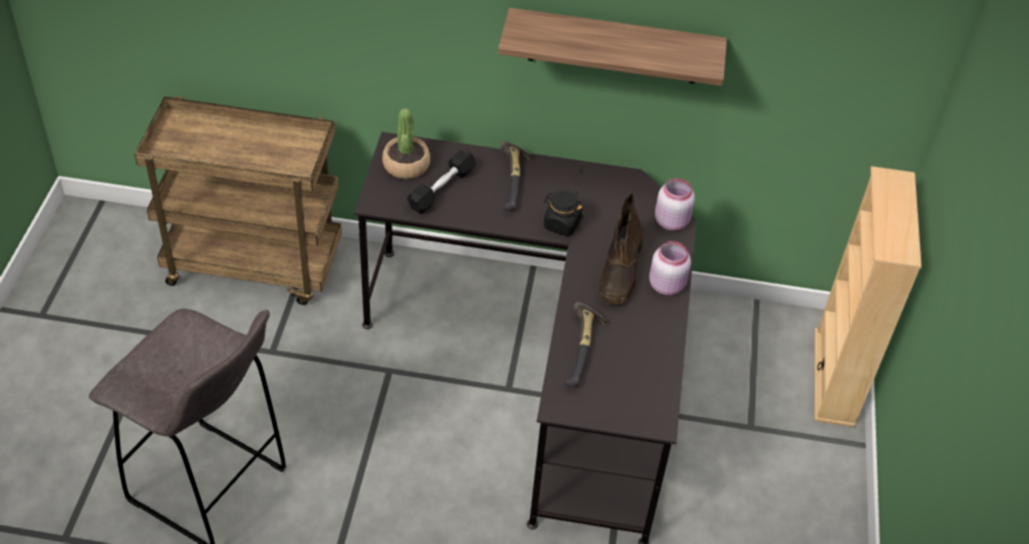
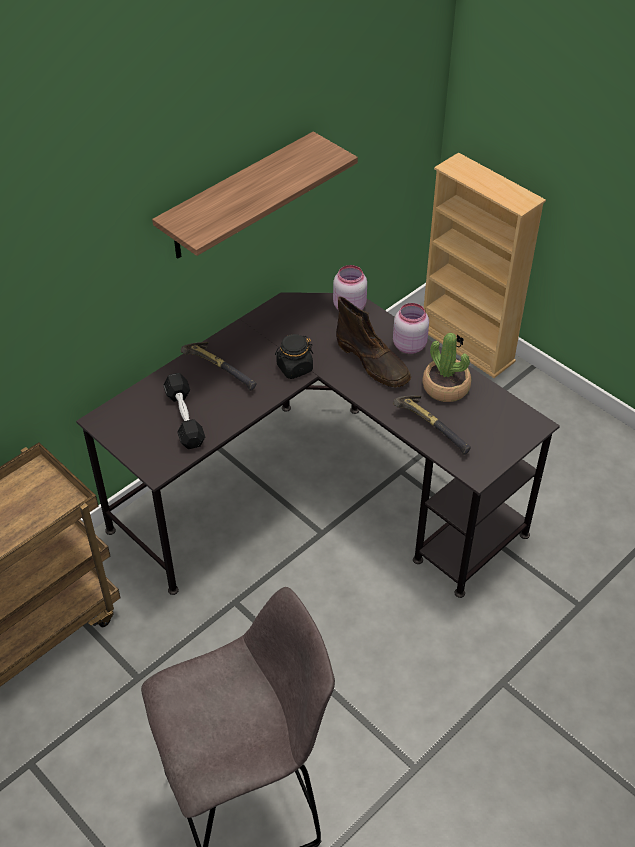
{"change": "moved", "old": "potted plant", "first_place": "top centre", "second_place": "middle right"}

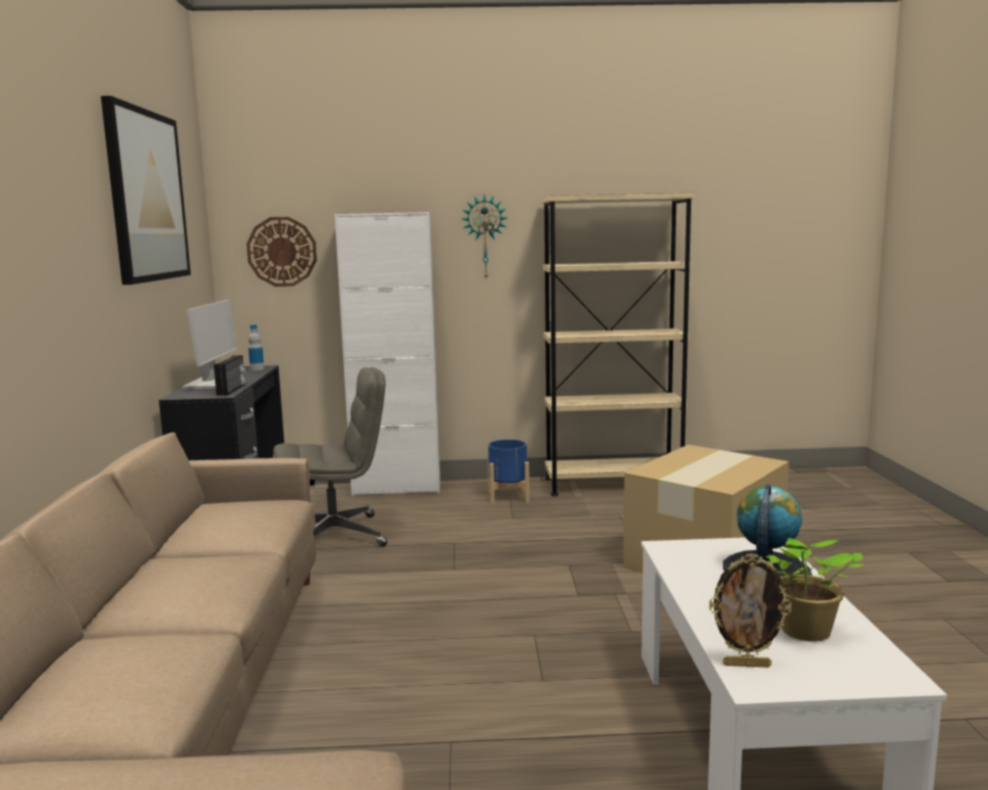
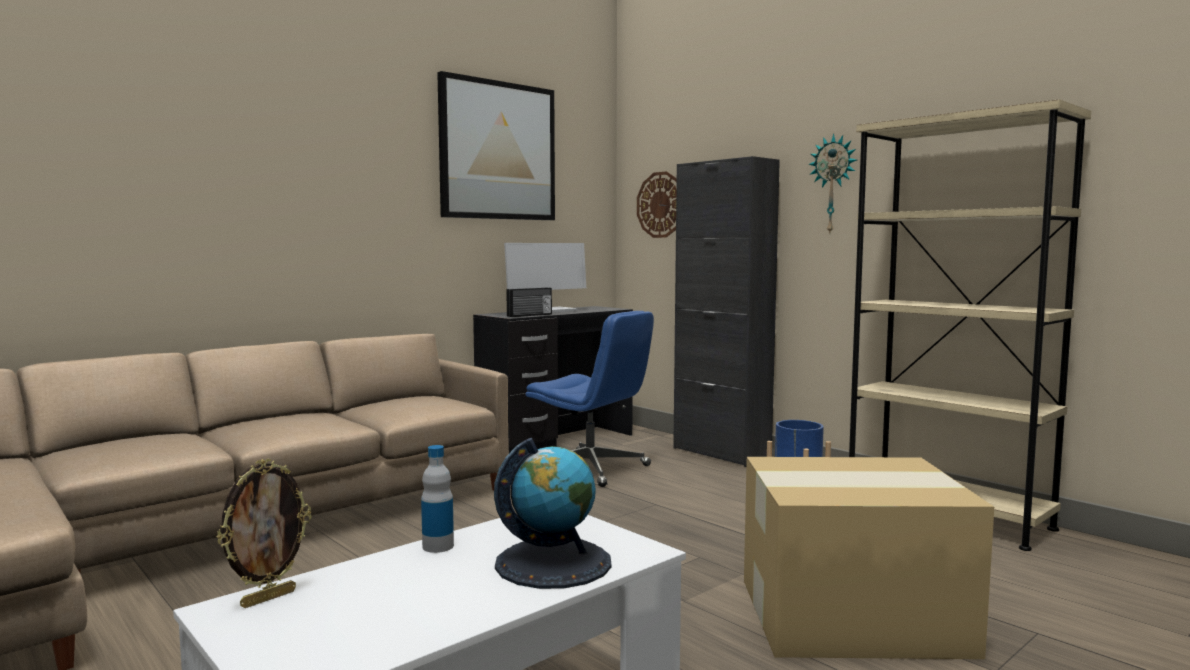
{"change": "recoloured", "old": "white cabinet", "new": "black cabinet", "first_place": "centre", "second_place": "centre"}
{"change": "moved", "old": "bottle", "first_place": "middle left", "second_place": "bottom centre"}
{"change": "recoloured", "old": "grey office chair", "new": "blue office chair", "first_place": "centre", "second_place": "centre"}
{"change": "removed", "old": "potted plant", "first_place": "bottom right"}
{"change": "turned", "old": "picture frame", "first_place": "bottom right", "second_place": "bottom left", "degrees": -105}

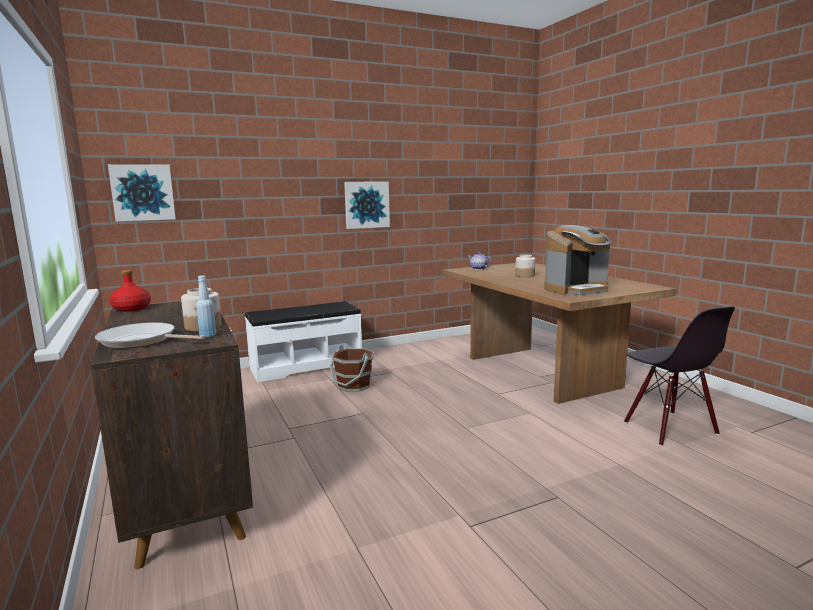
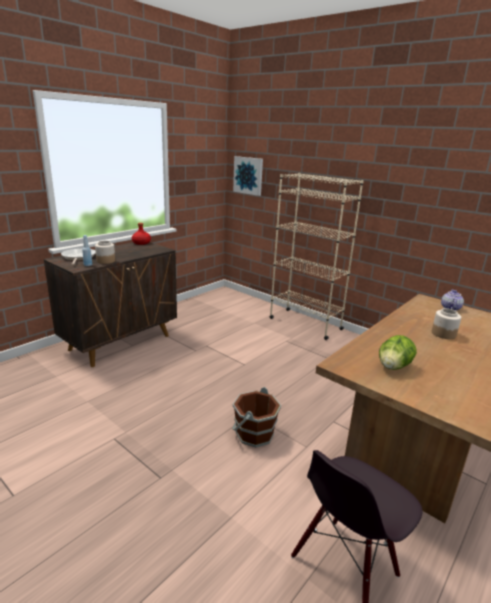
{"change": "removed", "old": "picture (2nd from left)", "first_place": "centre"}
{"change": "replaced", "old": "coffee machine", "new": "lettuce", "first_place": "middle right", "second_place": "middle right"}
{"change": "replaced", "old": "white bench", "new": "beige bookcase", "first_place": "centre", "second_place": "centre"}
{"change": "moved", "old": "brown bucket", "first_place": "centre", "second_place": "bottom centre"}

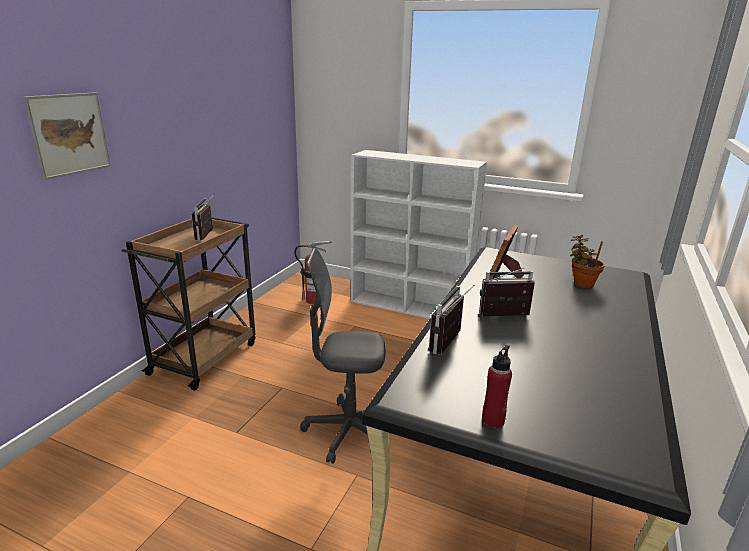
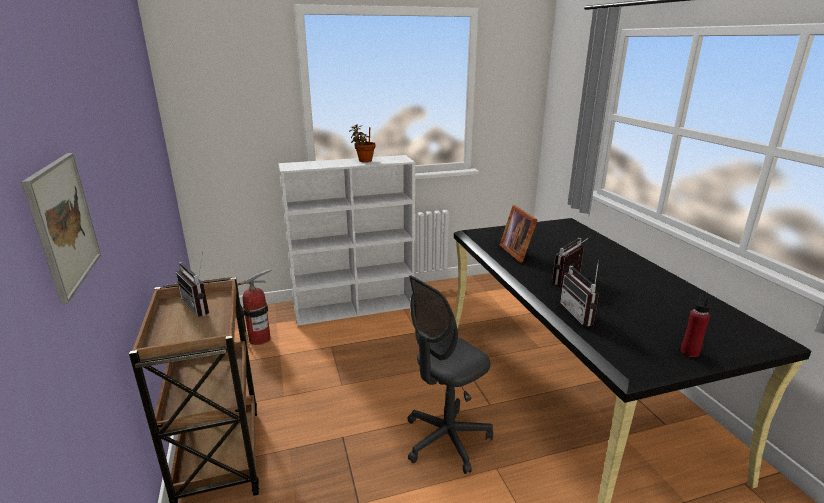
{"change": "moved", "old": "potted plant", "first_place": "middle right", "second_place": "top centre"}

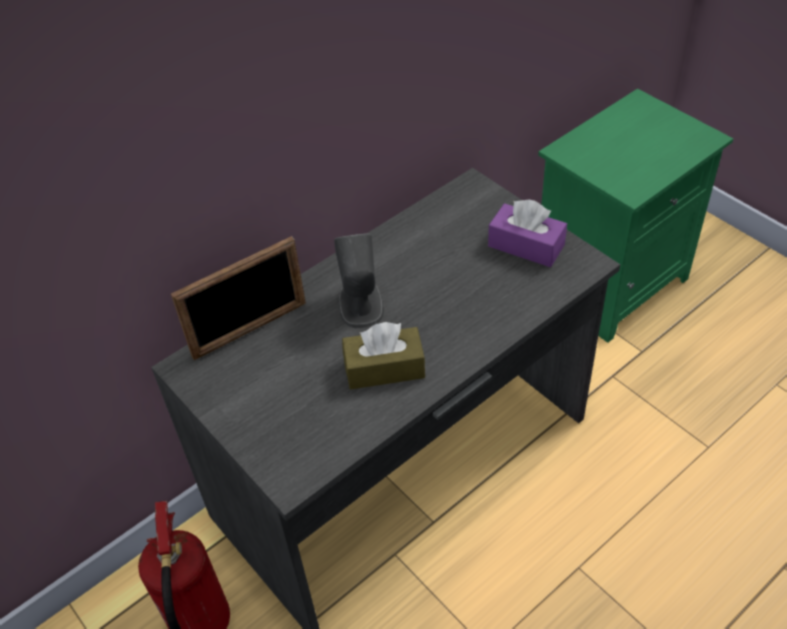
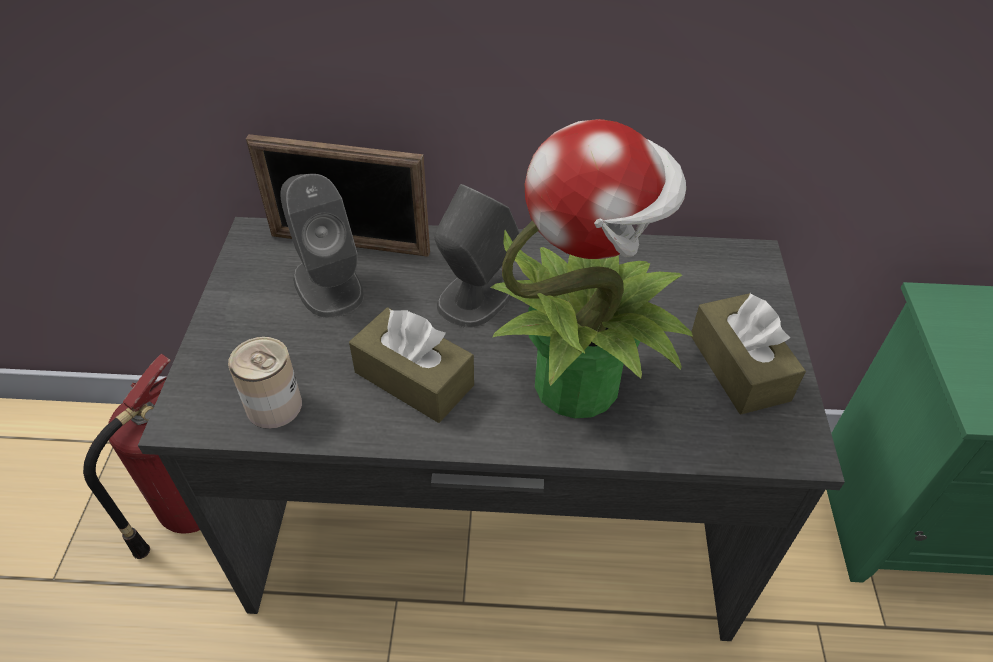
{"change": "recoloured", "old": "purple tissue box", "new": "brown tissue box (2nd from left)", "first_place": "middle right", "second_place": "middle right"}
{"change": "added", "new": "potted plant", "second_place": "centre"}
{"change": "added", "new": "grey speaker (1st from left)", "second_place": "middle left"}
{"change": "added", "new": "can", "second_place": "middle left"}

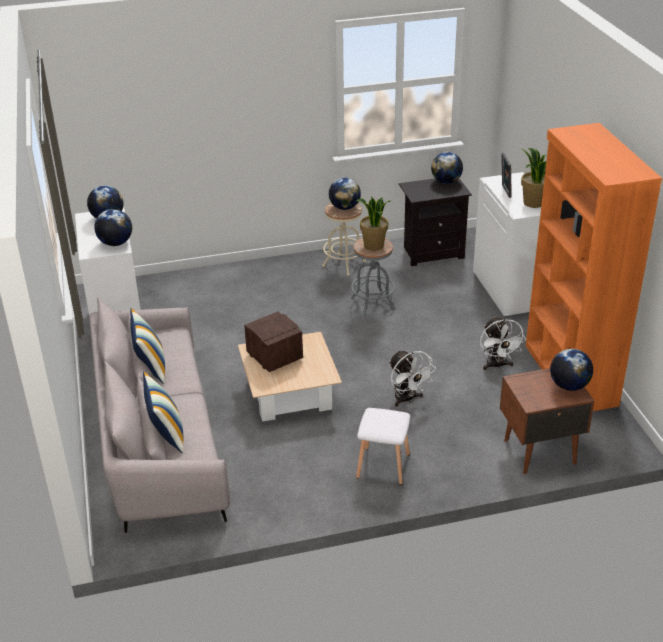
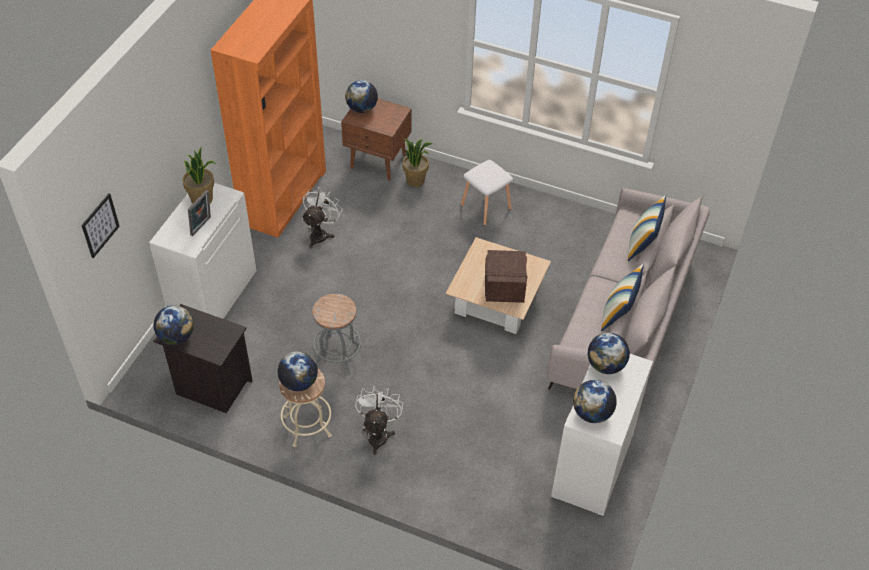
{"change": "moved", "old": "potted plant (1st from left in the first image)", "new": "potted plant (2nd from left)", "first_place": "centre", "second_place": "top centre"}
{"change": "moved", "old": "white fan (1st from left in the first image)", "new": "white fan (2nd from left)", "first_place": "centre", "second_place": "bottom centre"}
{"change": "added", "new": "picture", "second_place": "middle left"}

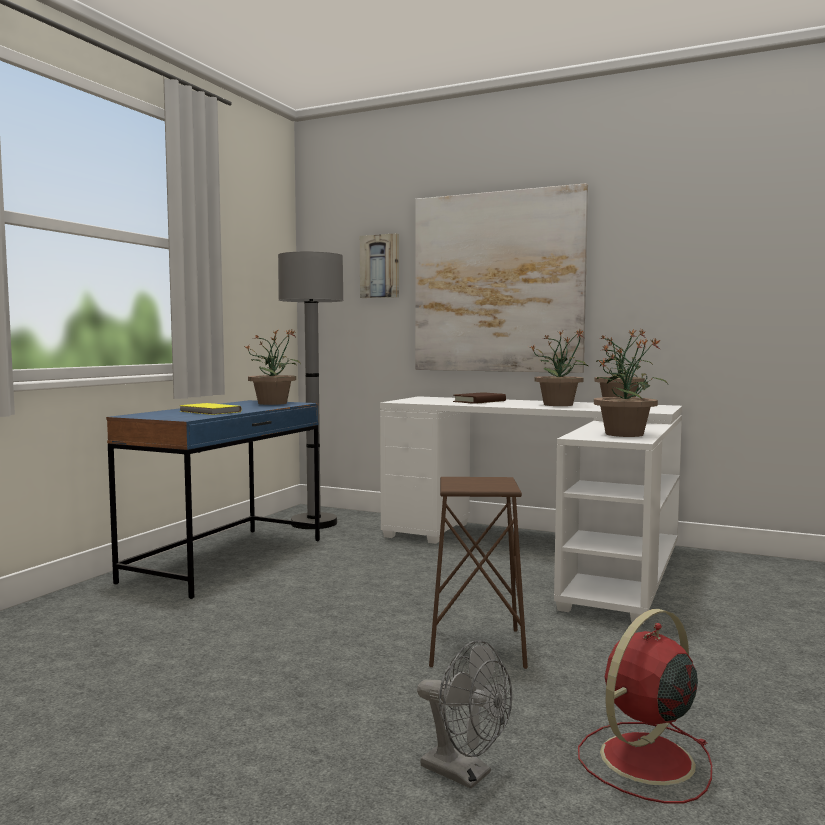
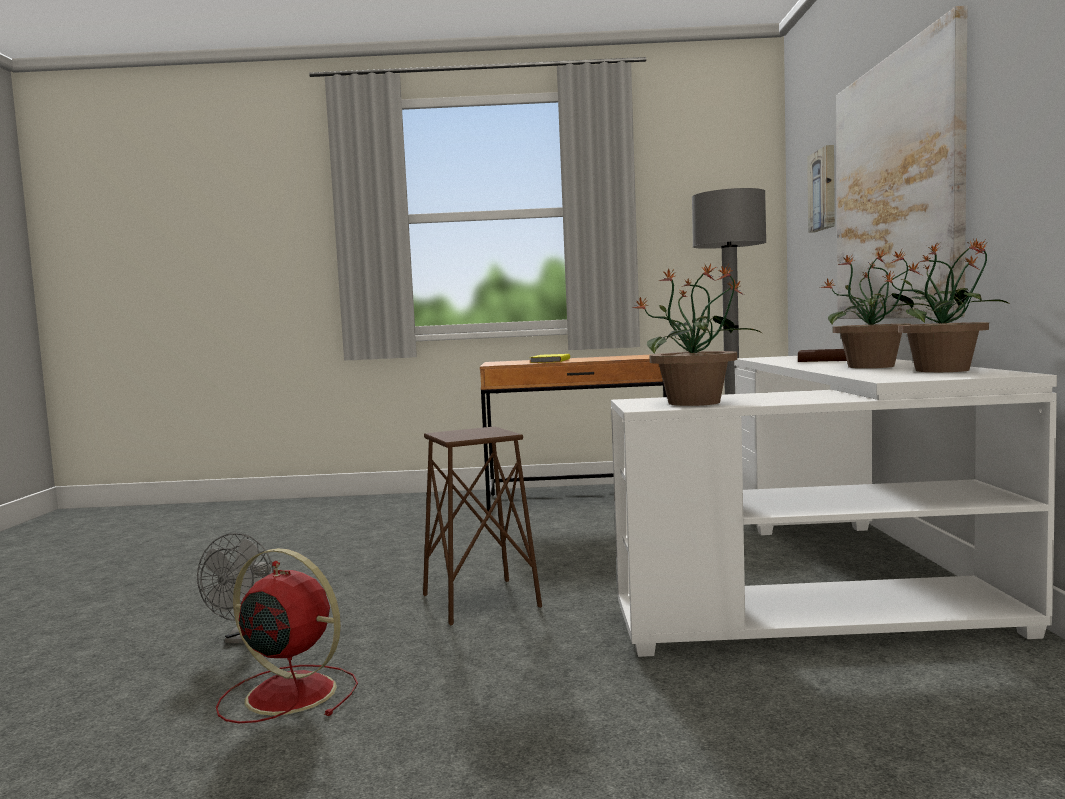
{"change": "removed", "old": "potted plant (1st from left)", "first_place": "middle left"}
{"change": "recoloured", "old": "blue desk", "new": "brown desk", "first_place": "middle left", "second_place": "centre"}

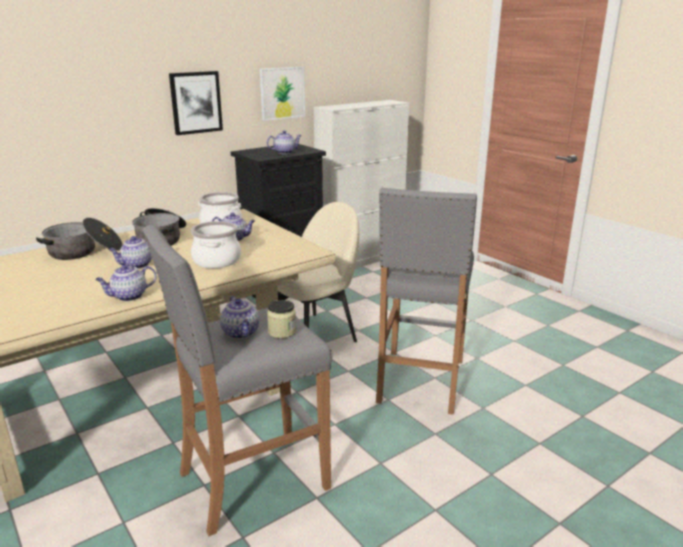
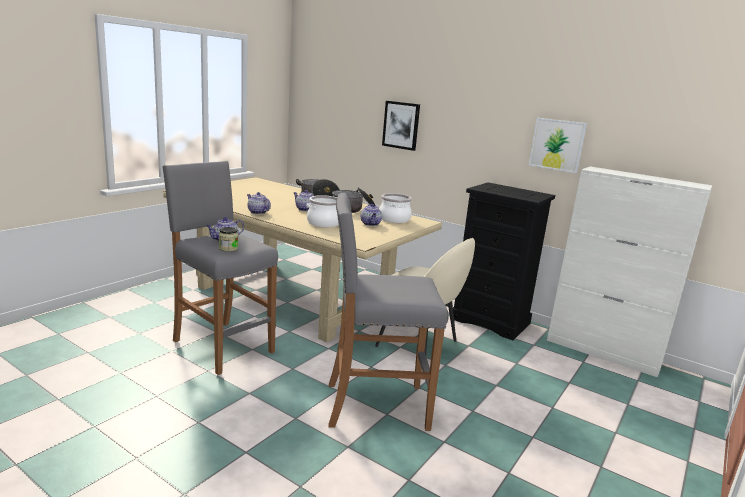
{"change": "moved", "old": "picture (1st from left)", "first_place": "top left", "second_place": "top centre"}
{"change": "removed", "old": "teapot (5th from left)", "first_place": "top centre"}

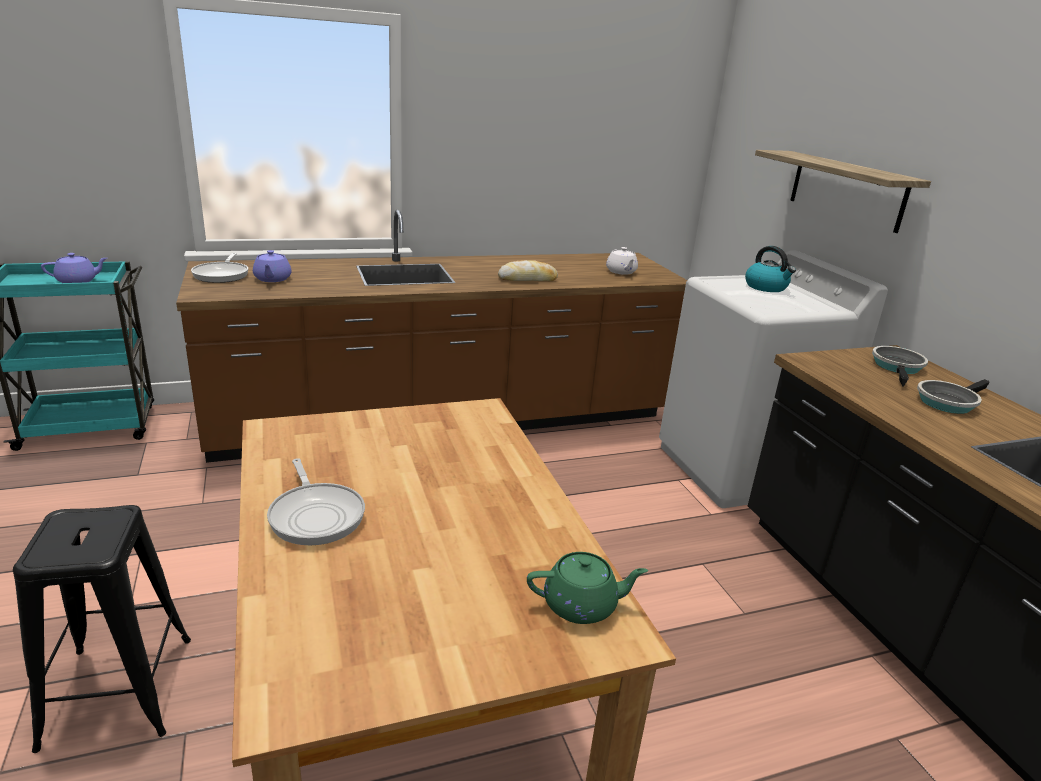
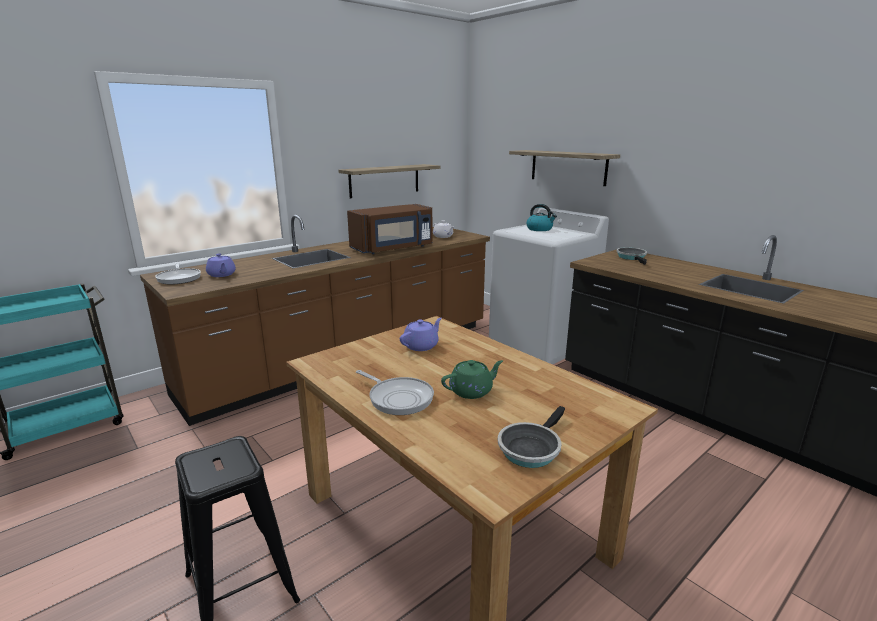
{"change": "moved", "old": "purple teapot (1st from left in the first image)", "new": "purple teapot (2nd from left)", "first_place": "middle left", "second_place": "centre"}
{"change": "replaced", "old": "bread", "new": "brown microwave", "first_place": "centre", "second_place": "centre"}
{"change": "moved", "old": "frying pan (4th from left in the first image)", "new": "frying pan (3rd from left)", "first_place": "middle right", "second_place": "bottom centre"}
{"change": "moved", "old": "green teapot", "first_place": "bottom centre", "second_place": "centre"}
{"change": "added", "new": "shelf (1st from left)", "second_place": "top centre"}

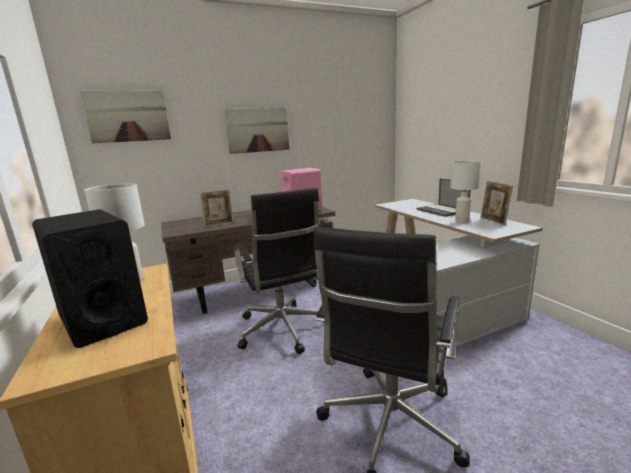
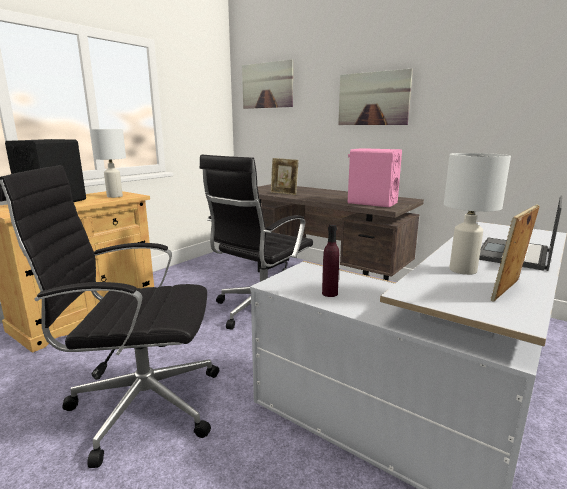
{"change": "added", "new": "purple bottle", "second_place": "centre"}

